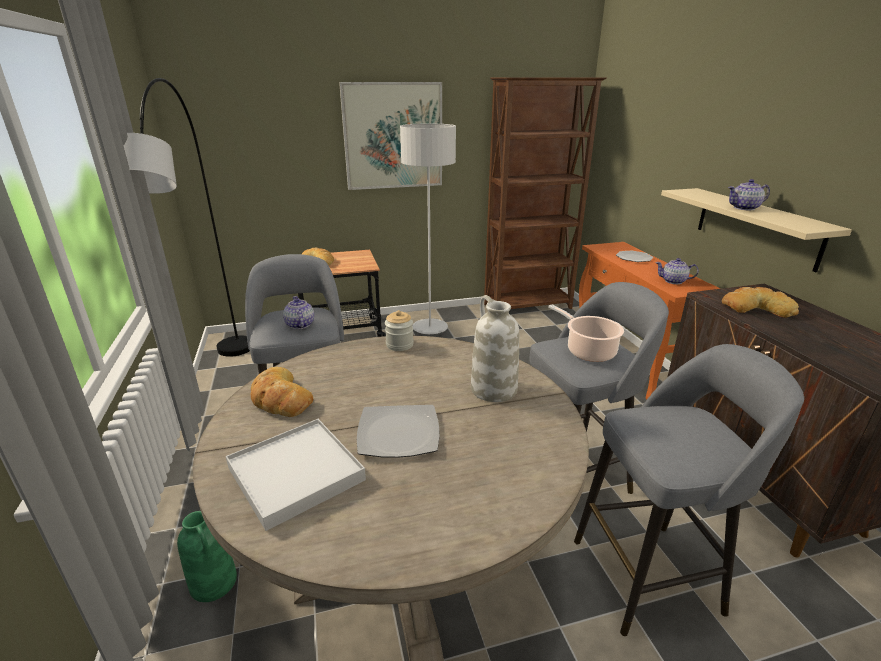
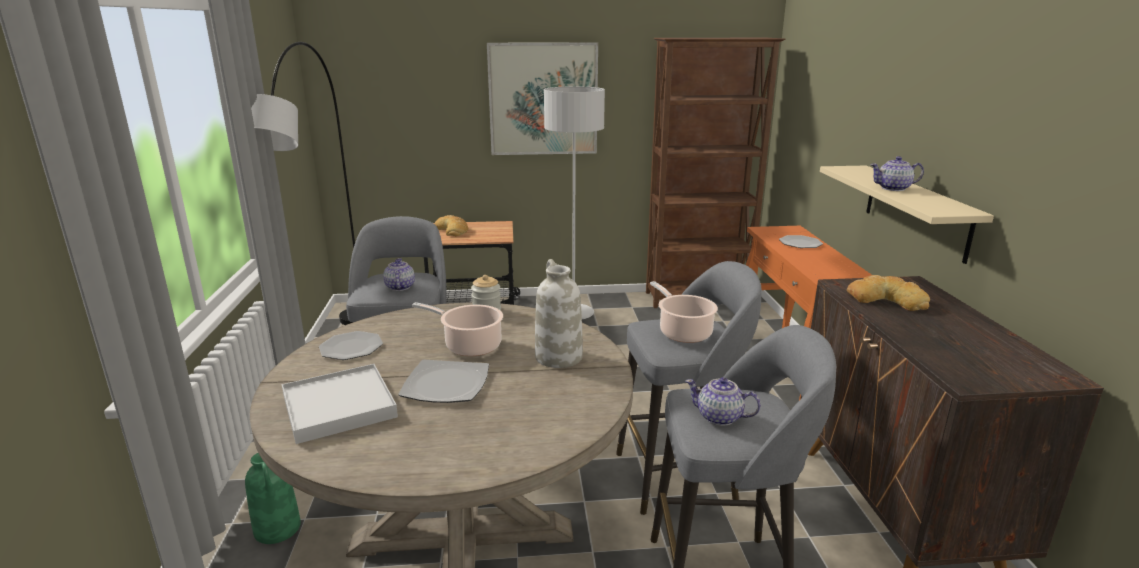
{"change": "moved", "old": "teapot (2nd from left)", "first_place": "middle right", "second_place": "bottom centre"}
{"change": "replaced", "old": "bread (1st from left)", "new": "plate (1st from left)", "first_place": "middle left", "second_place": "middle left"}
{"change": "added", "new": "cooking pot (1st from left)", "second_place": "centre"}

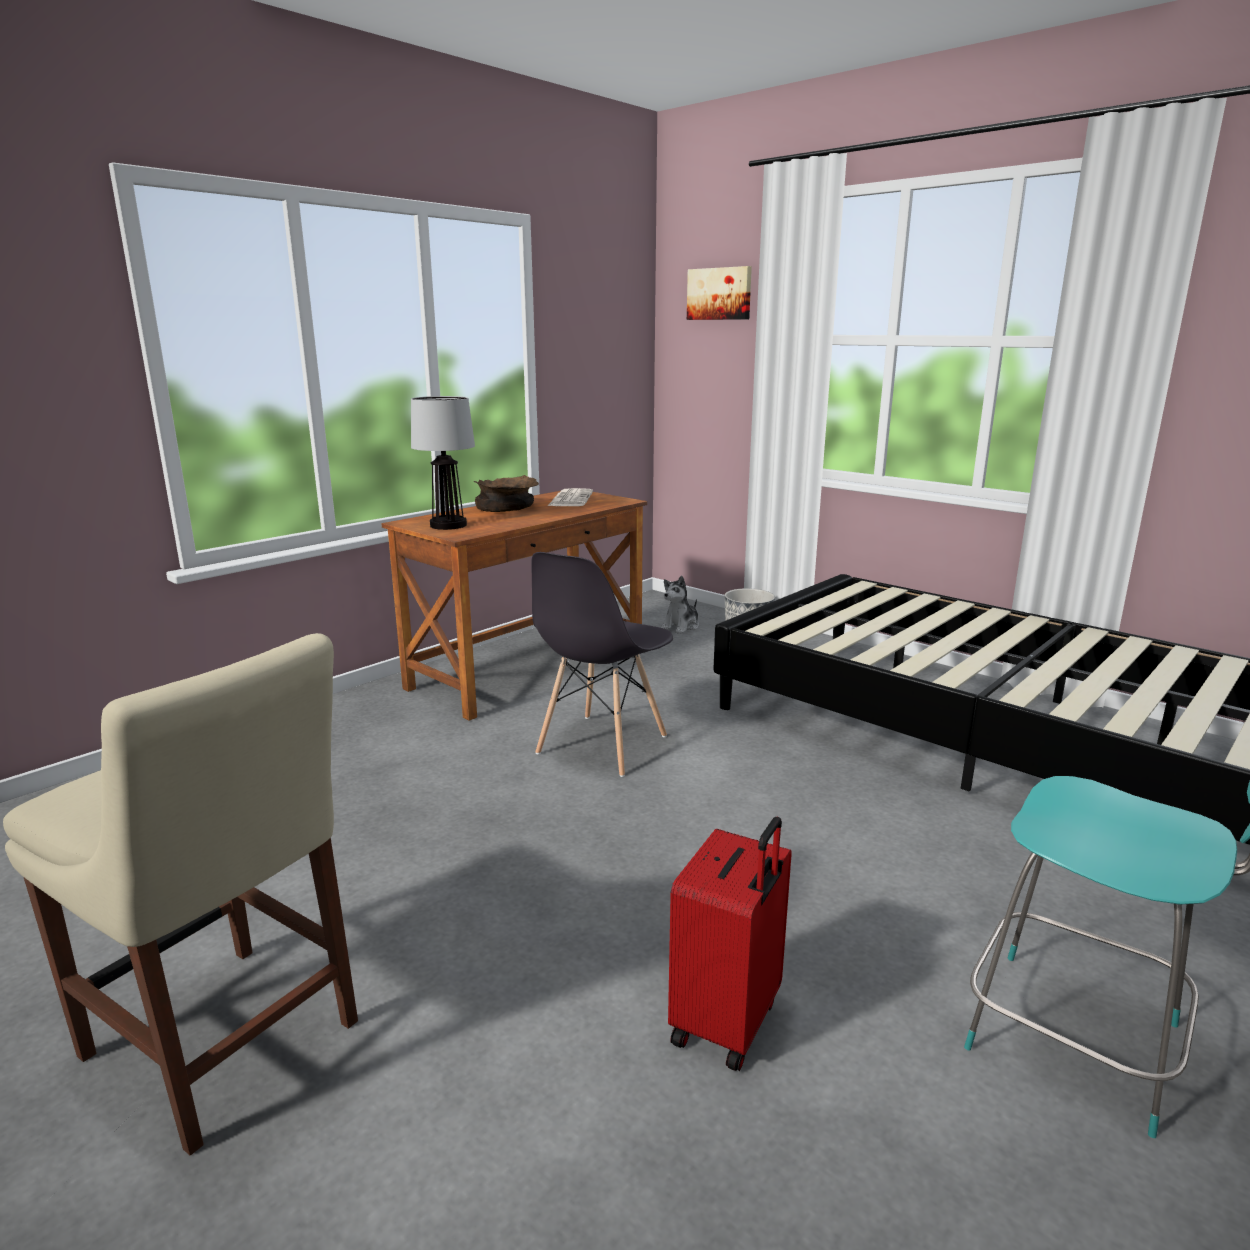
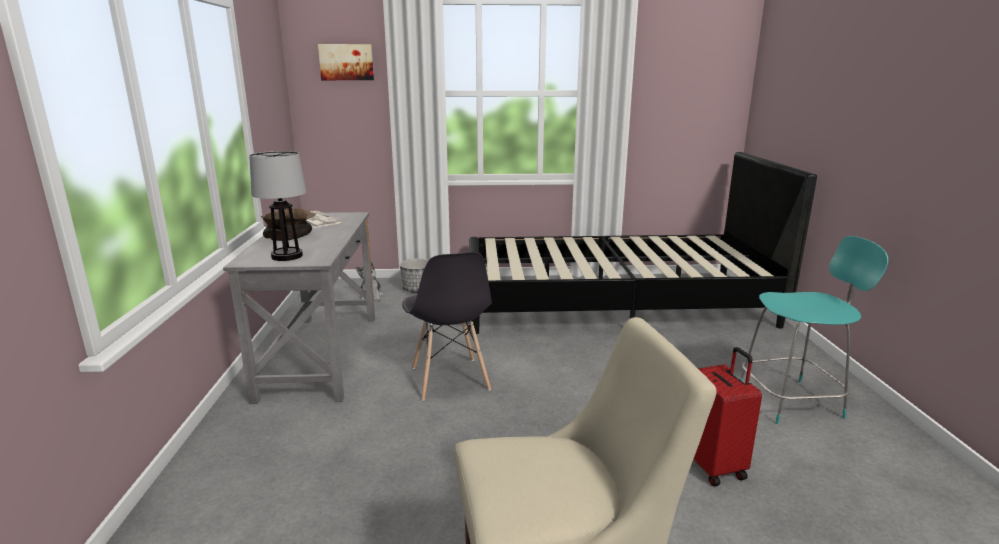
{"change": "recoloured", "old": "brown desk", "new": "grey desk", "first_place": "centre", "second_place": "middle left"}

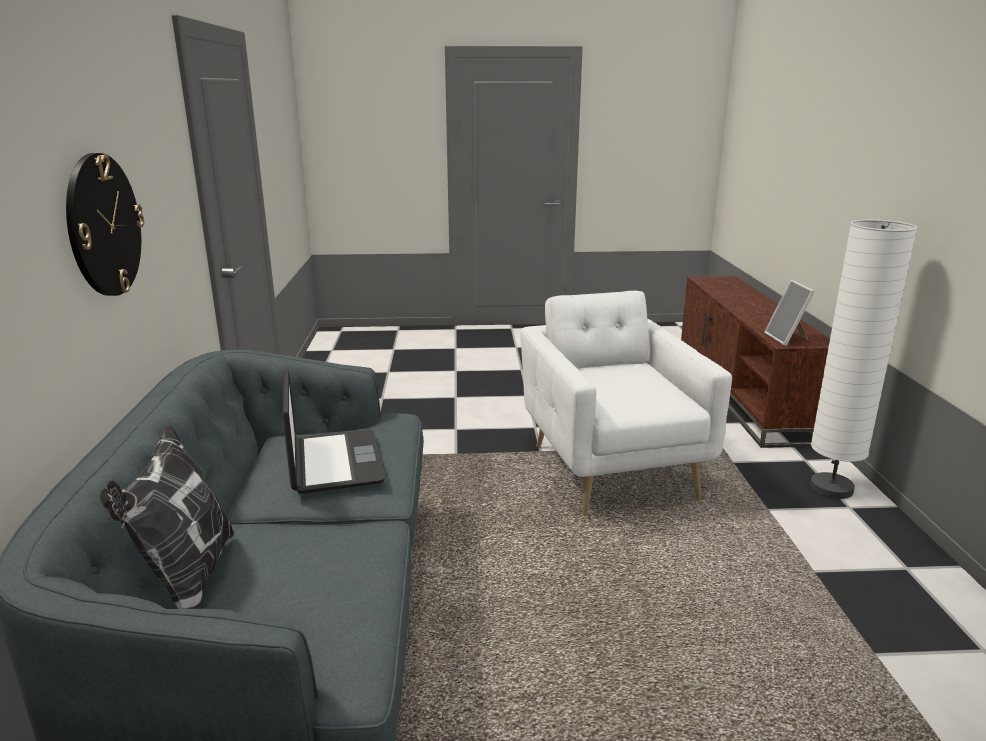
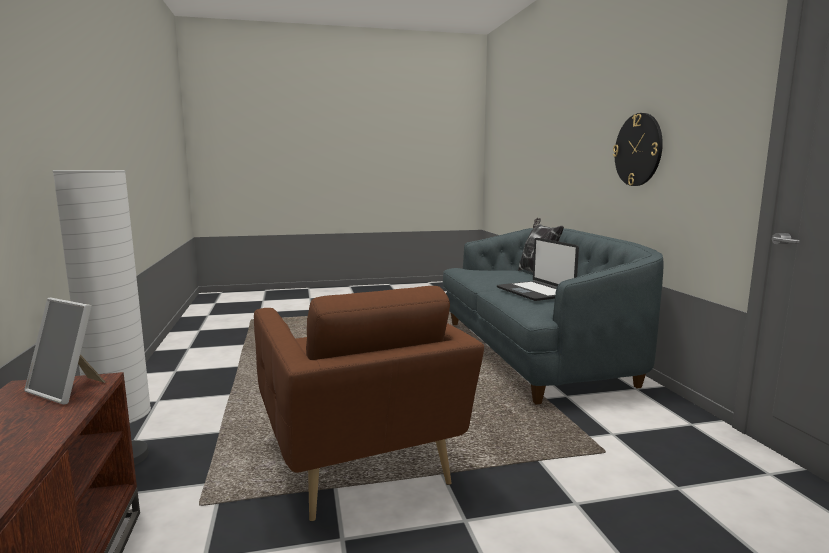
{"change": "turned", "old": "picture frame", "first_place": "middle right", "second_place": "middle left", "degrees": 135}
{"change": "recoloured", "old": "white armchair", "new": "brown armchair", "first_place": "centre", "second_place": "bottom centre"}

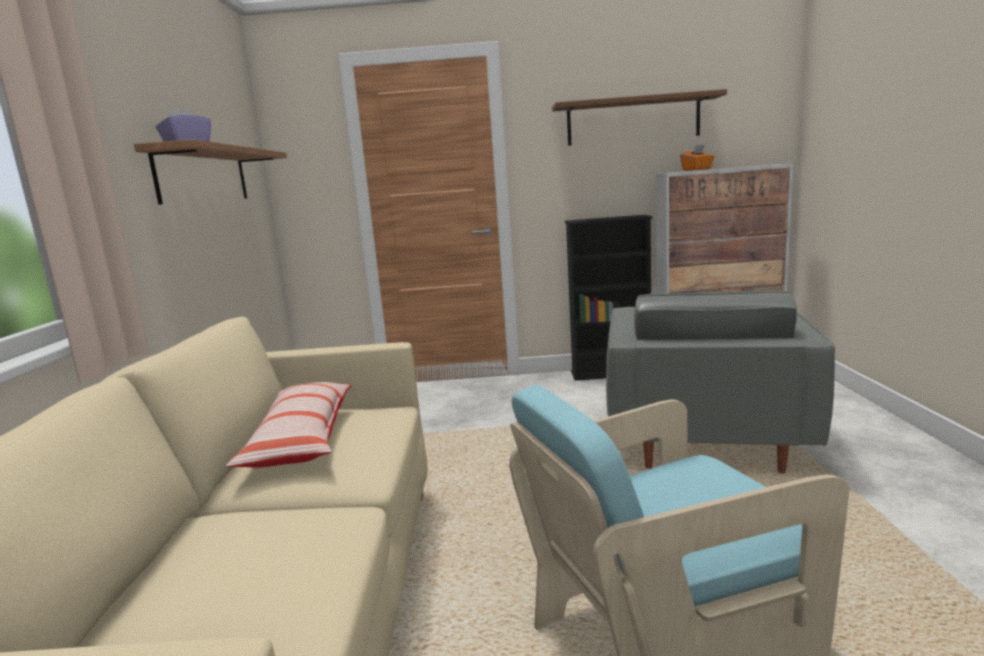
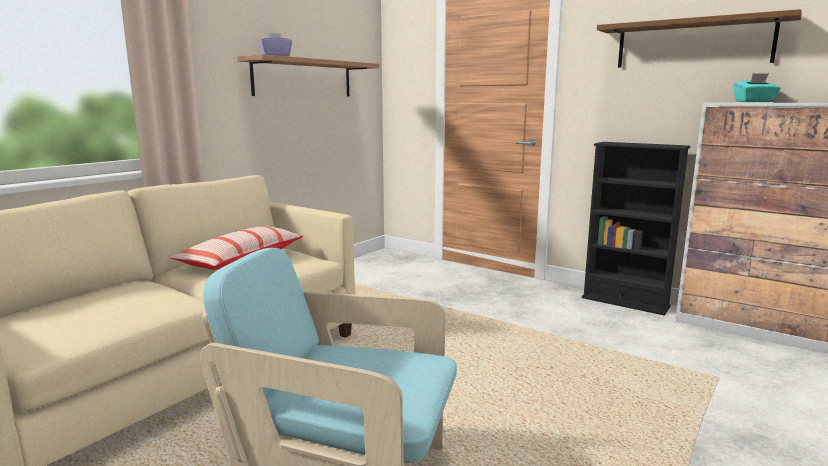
{"change": "recoloured", "old": "orange tissue box", "new": "turquoise tissue box", "first_place": "top right", "second_place": "top right"}
{"change": "removed", "old": "grey armchair", "first_place": "middle right"}

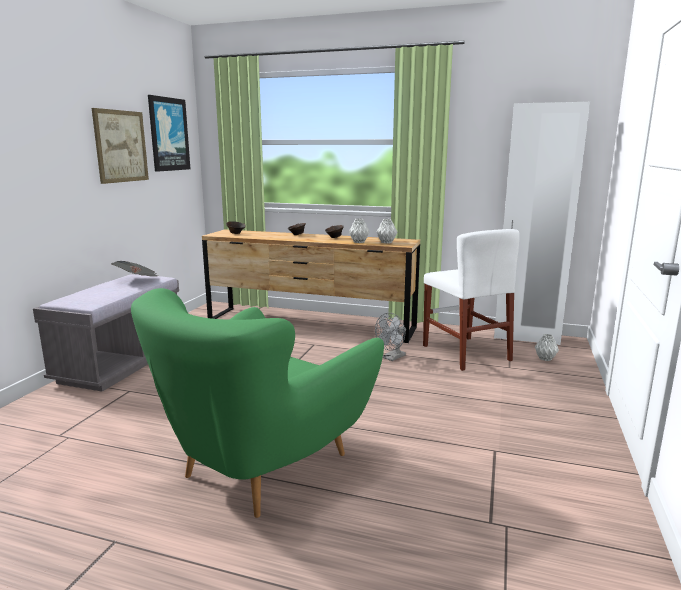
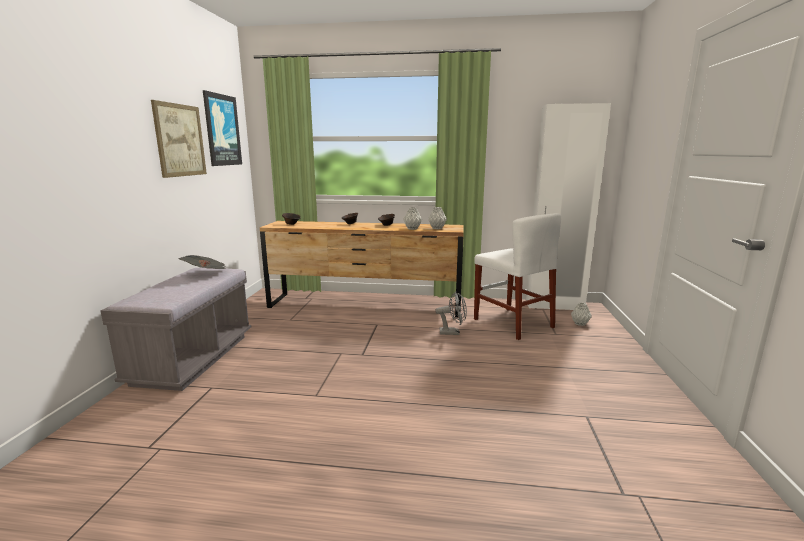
{"change": "removed", "old": "green armchair", "first_place": "bottom centre"}
{"change": "turned", "old": "grey fan", "first_place": "centre", "second_place": "centre", "degrees": -120}

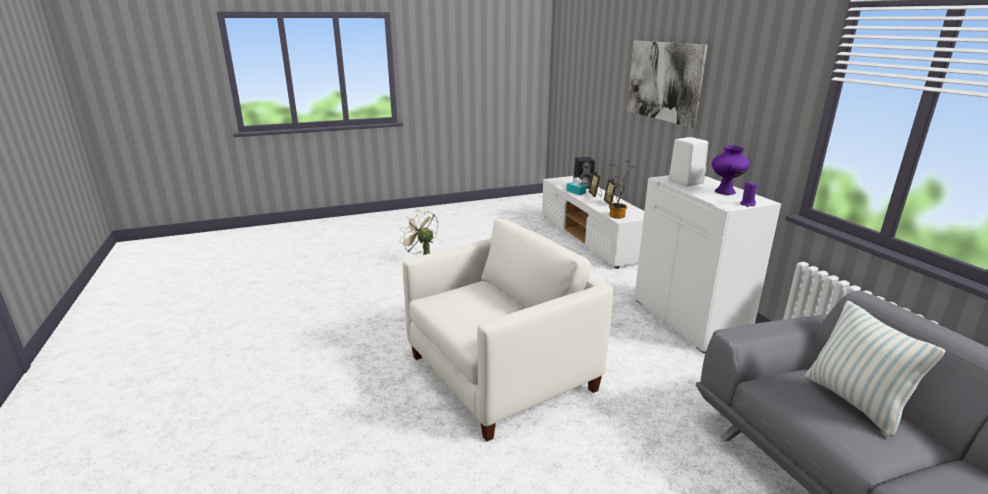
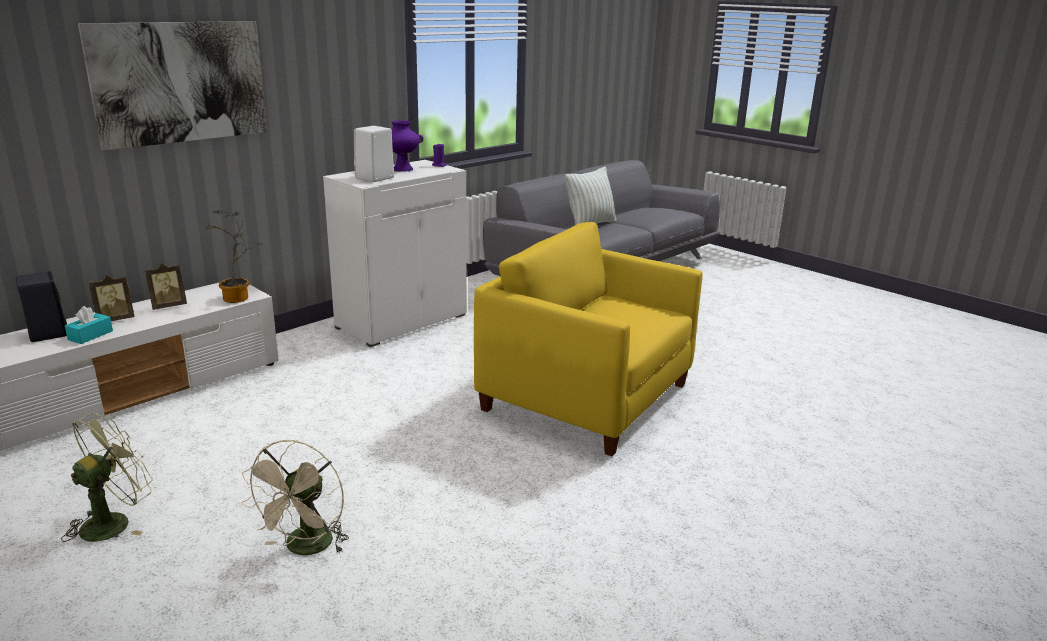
{"change": "recoloured", "old": "white armchair", "new": "yellow armchair", "first_place": "centre", "second_place": "centre"}
{"change": "added", "new": "green fan", "second_place": "bottom left"}

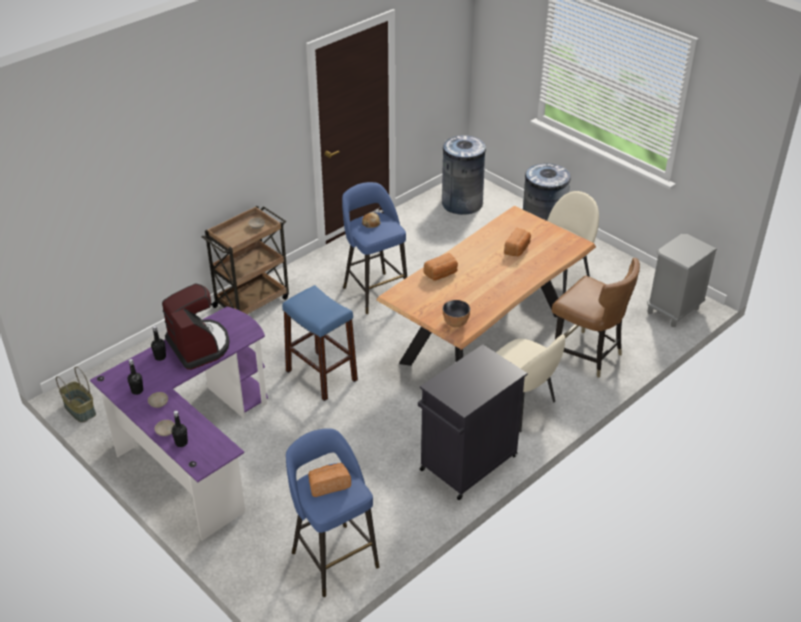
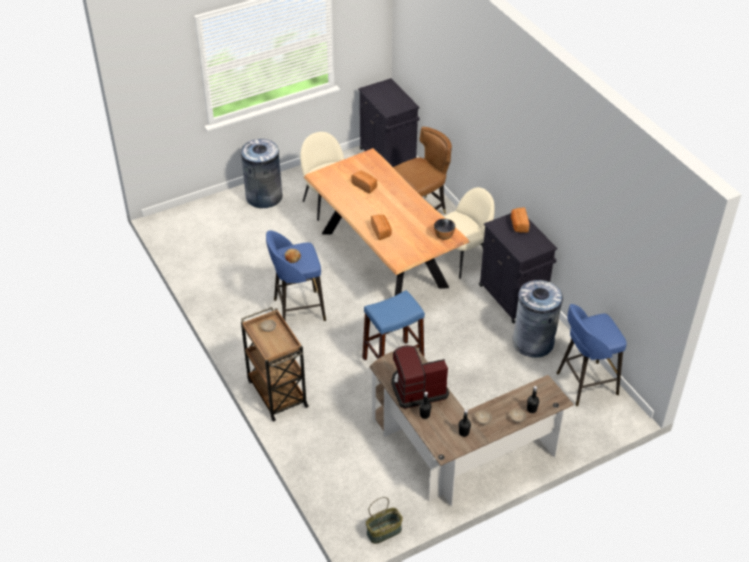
{"change": "moved", "old": "grey trash can (1st from left in the first image)", "new": "grey trash can (2nd from left)", "first_place": "top centre", "second_place": "middle right"}
{"change": "replaced", "old": "grey nightstand", "new": "black cabinet (1st from left)", "first_place": "middle right", "second_place": "top centre"}
{"change": "recoloured", "old": "purple desk", "new": "brown desk", "first_place": "bottom left", "second_place": "bottom centre"}
{"change": "moved", "old": "bread (1st from left in the first image)", "new": "bread (4th from left)", "first_place": "bottom centre", "second_place": "middle right"}

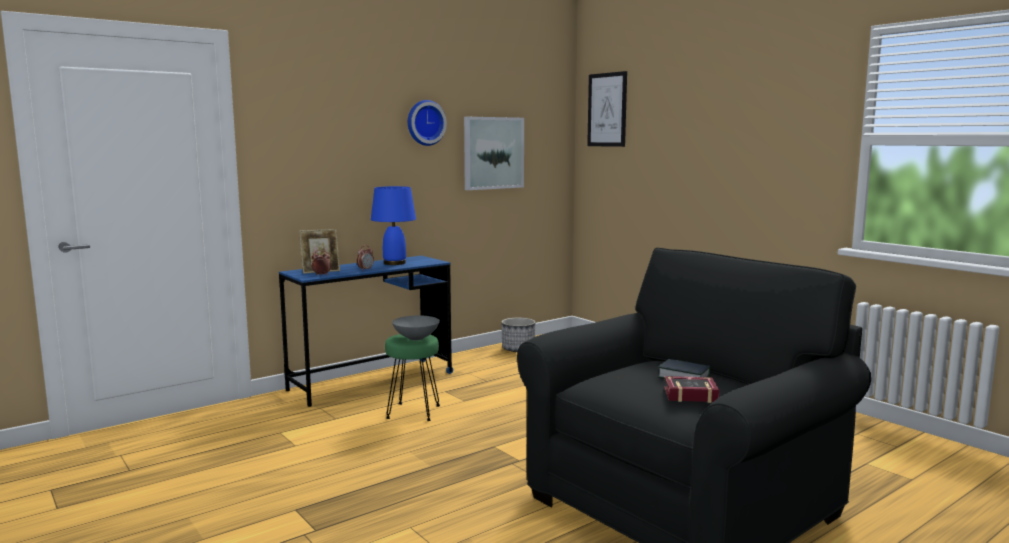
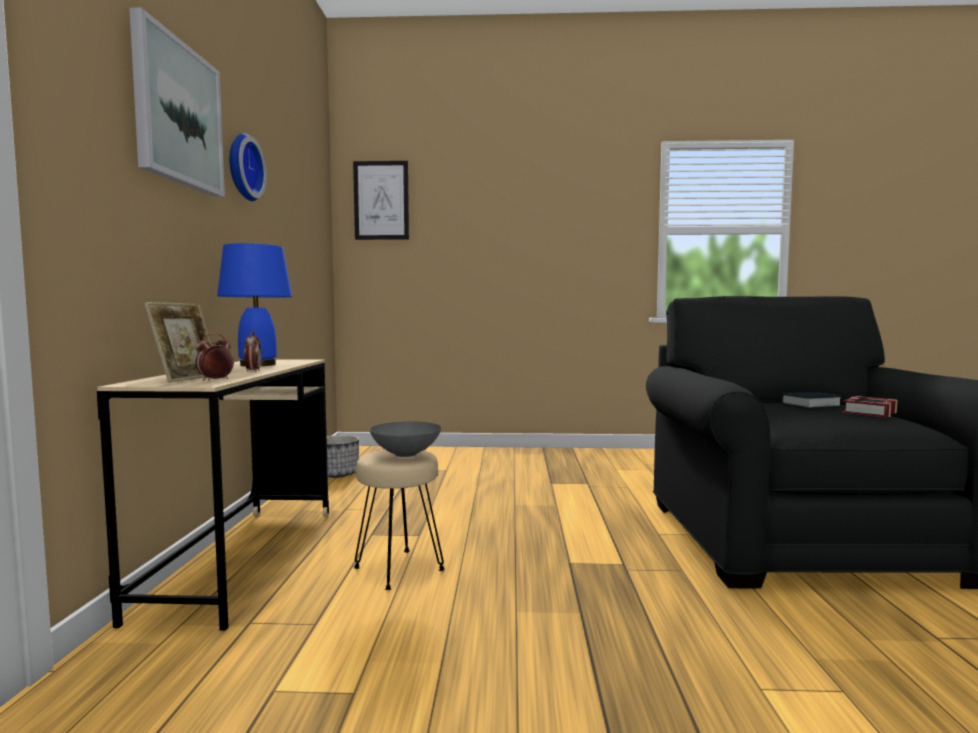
{"change": "moved", "old": "picture (1st from left)", "first_place": "top centre", "second_place": "top left"}
{"change": "recoloured", "old": "blue desk", "new": "beige desk", "first_place": "centre", "second_place": "bottom left"}
{"change": "recoloured", "old": "green stool", "new": "beige stool", "first_place": "bottom centre", "second_place": "bottom centre"}

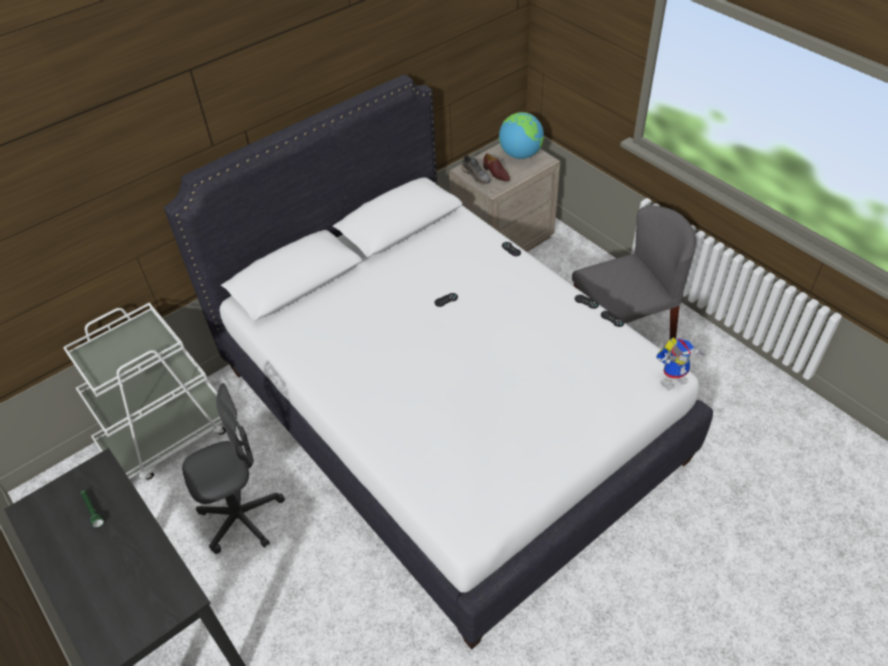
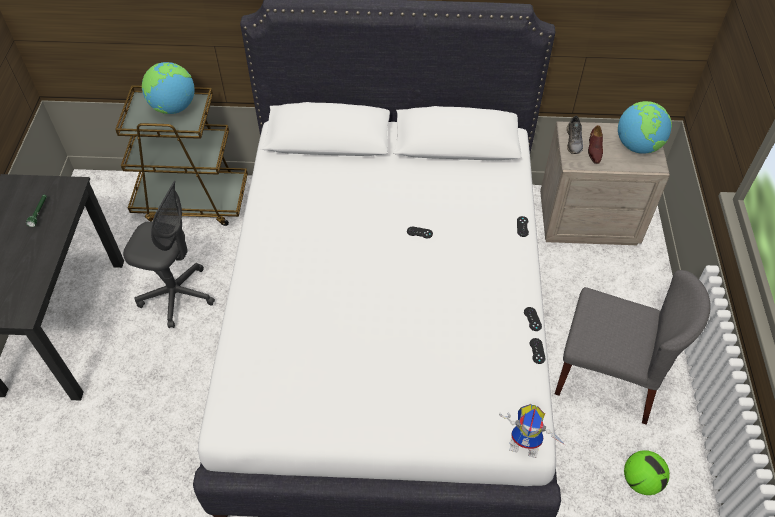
{"change": "recoloured", "old": "white cart", "new": "brown cart", "first_place": "middle left", "second_place": "top left"}
{"change": "added", "new": "globe (1st from left)", "second_place": "top left"}
{"change": "added", "new": "football", "second_place": "bottom right"}

